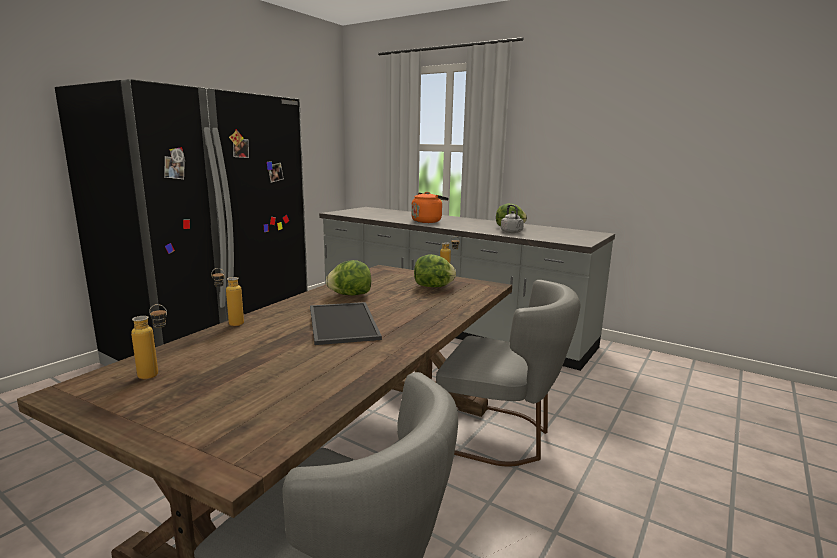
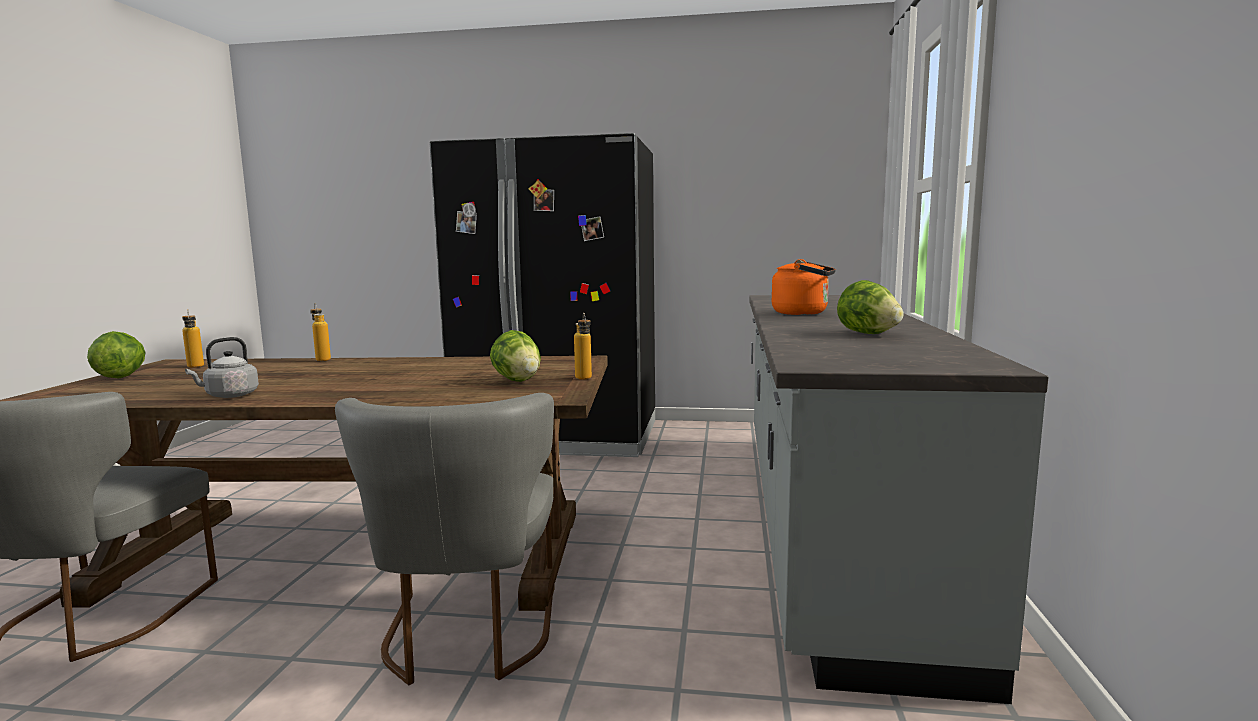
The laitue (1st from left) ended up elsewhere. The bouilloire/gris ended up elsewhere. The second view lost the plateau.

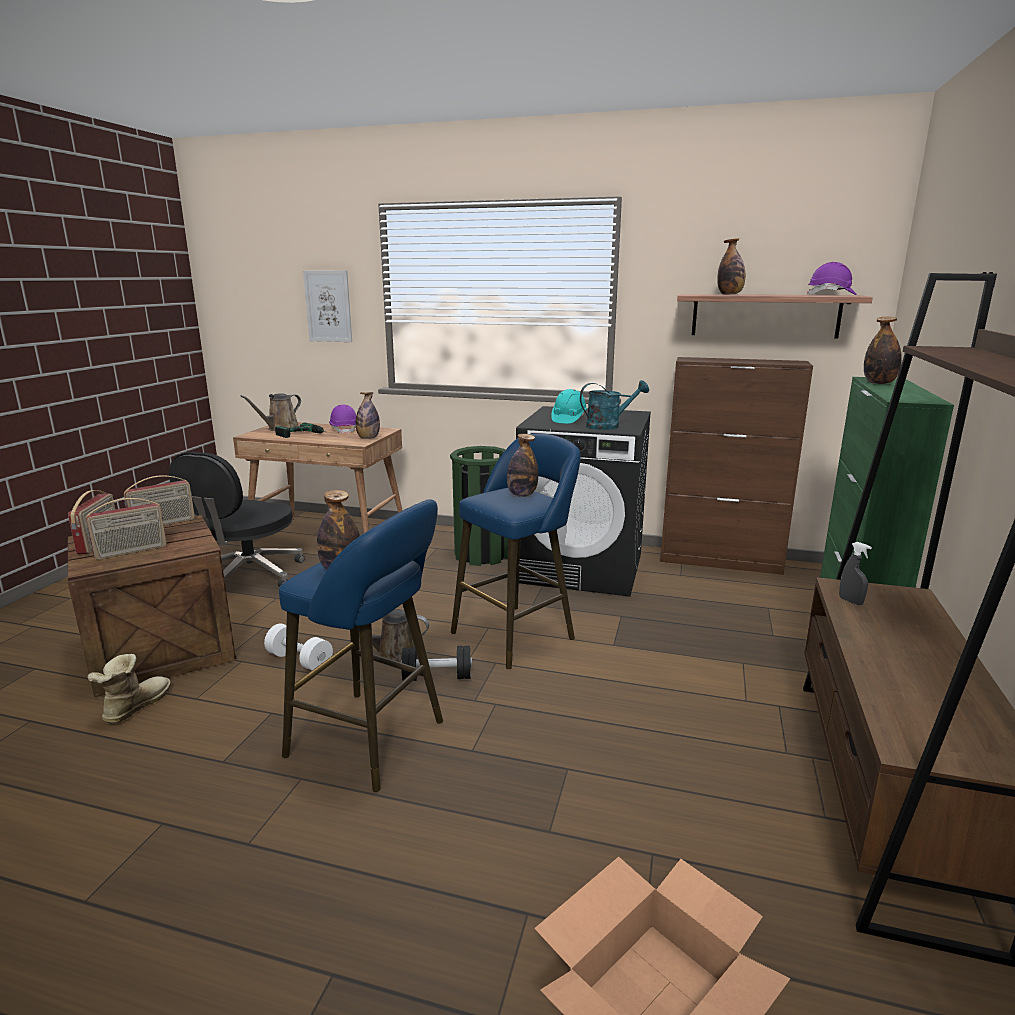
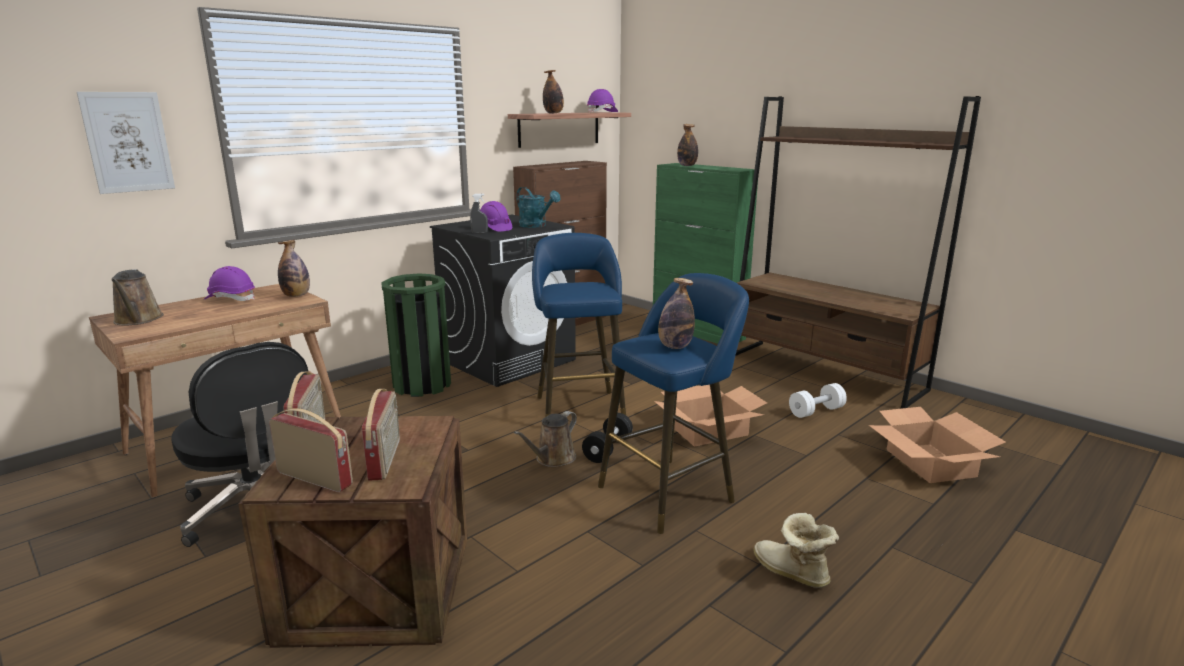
The vaporisateur/gris ended up elsewhere. What was the casque de chantier/turquoise turned into the casque de chantier/violet (2nd from left). The arrosoir/turquoise ended up facing another way, 120 degrees clockwise from before. The second view gained the carton (1st from left). The botte ended up elsewhere. The haltère/blanc ended up elsewhere. The second view lost the perceuse. The second view lost the bouteille (3rd from left).

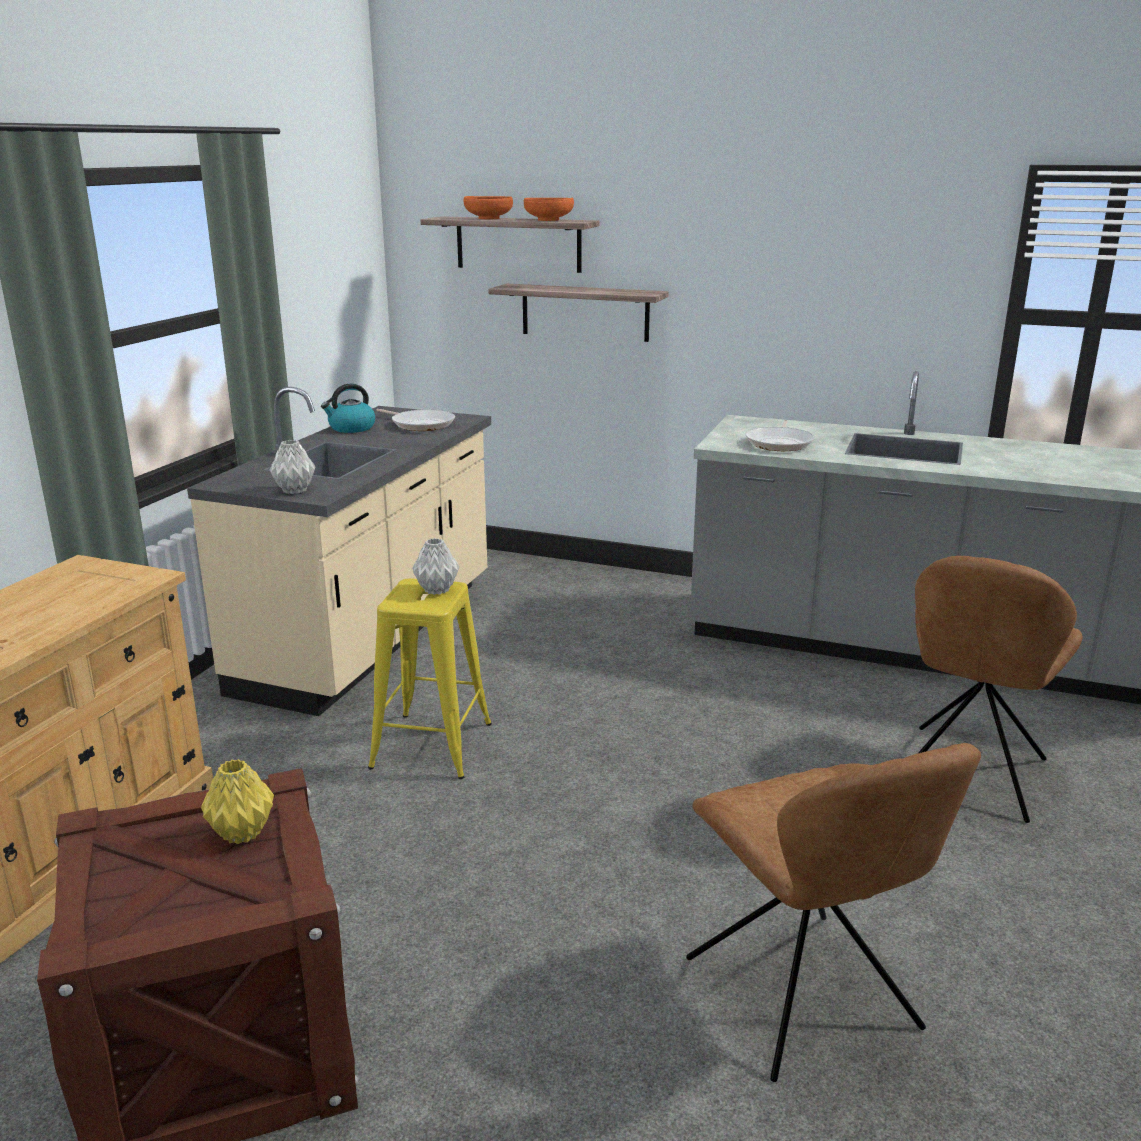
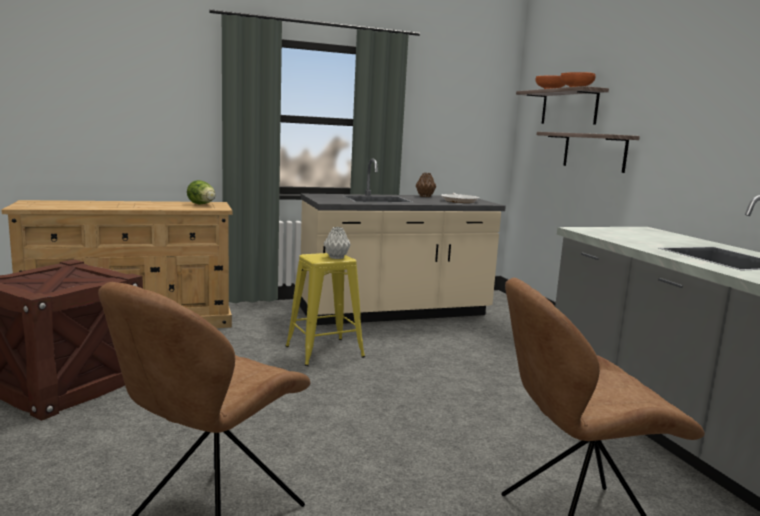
The second view gained the laitue. Where the bouilloire stood, the vase/marron came to stand. The second view lost the vase/jaune. The second view lost the vase/gris (1st from left). The second view lost the poêle (2nd from left).

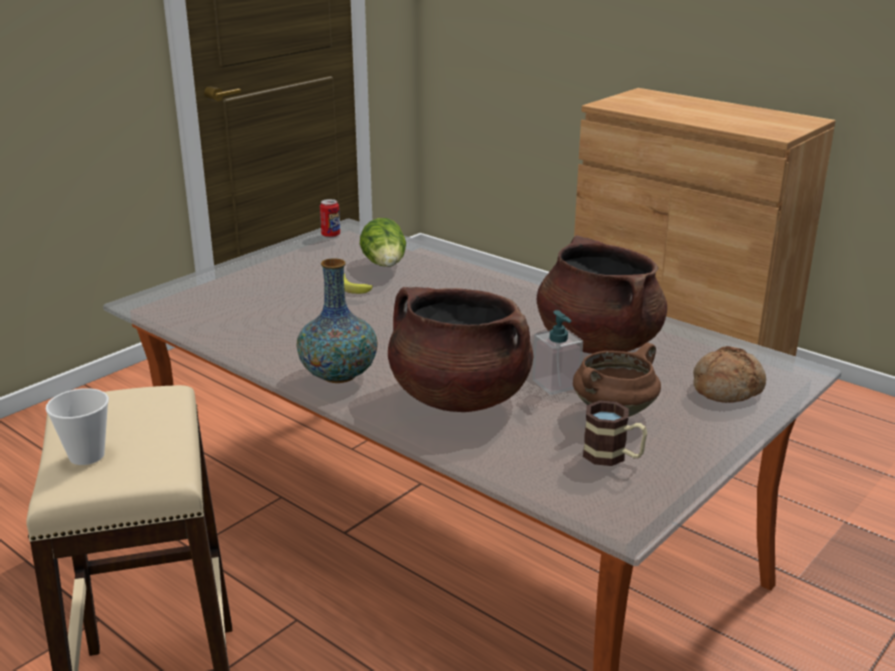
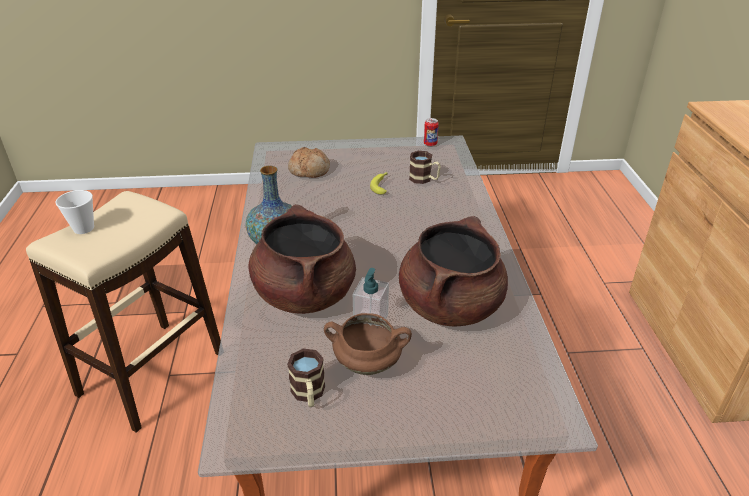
The pain ended up elsewhere. Where the laitue stood, the mug (2nd from left) came to stand.

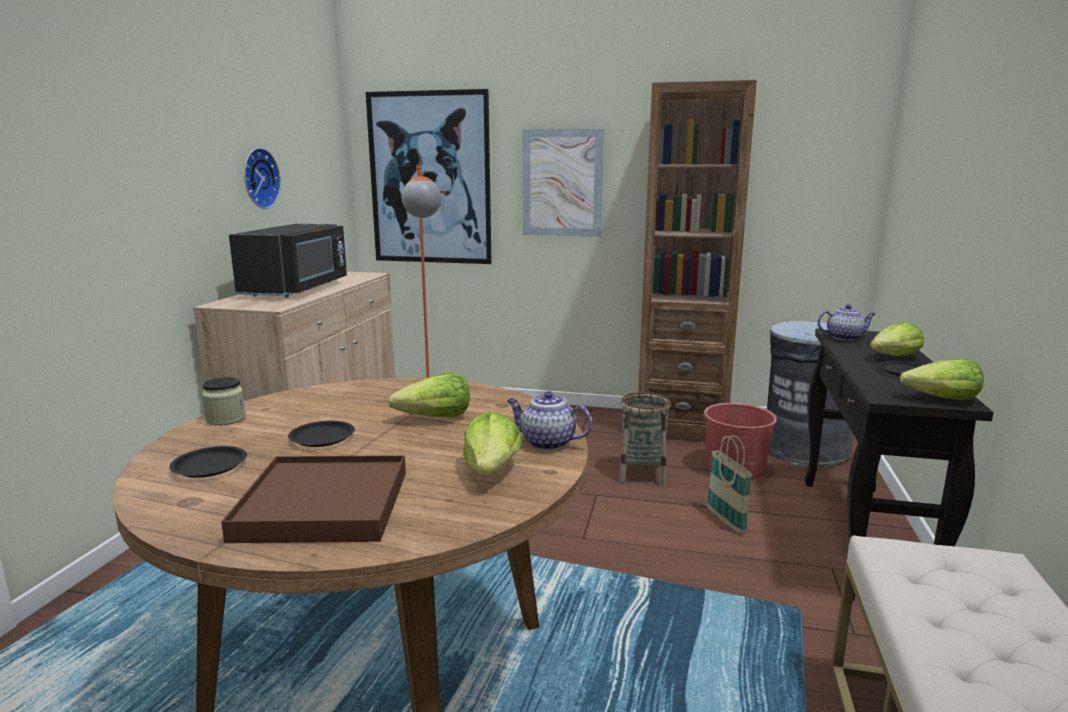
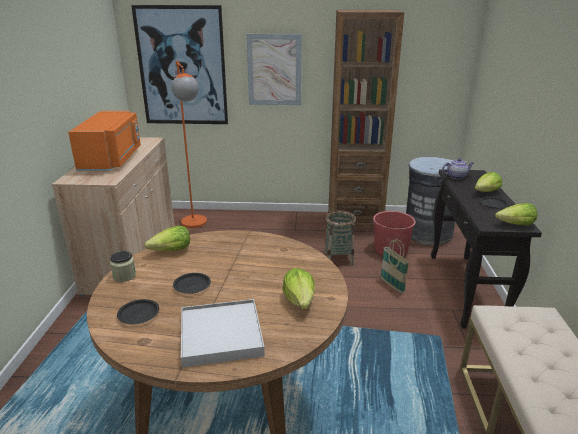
What was the micro-ondes/noir turned into the micro-ondes/orange. The laitue (1st from left) ended up elsewhere. What was the plateau/marron turned into the plateau/blanc. The second view lost the horloge murale. The second view lost the théière (1st from left).

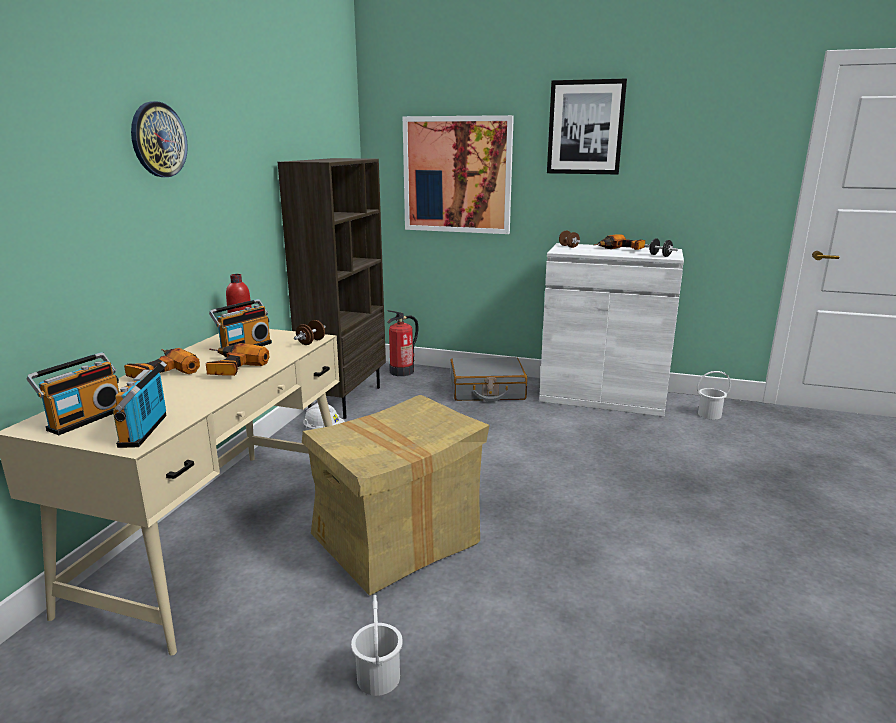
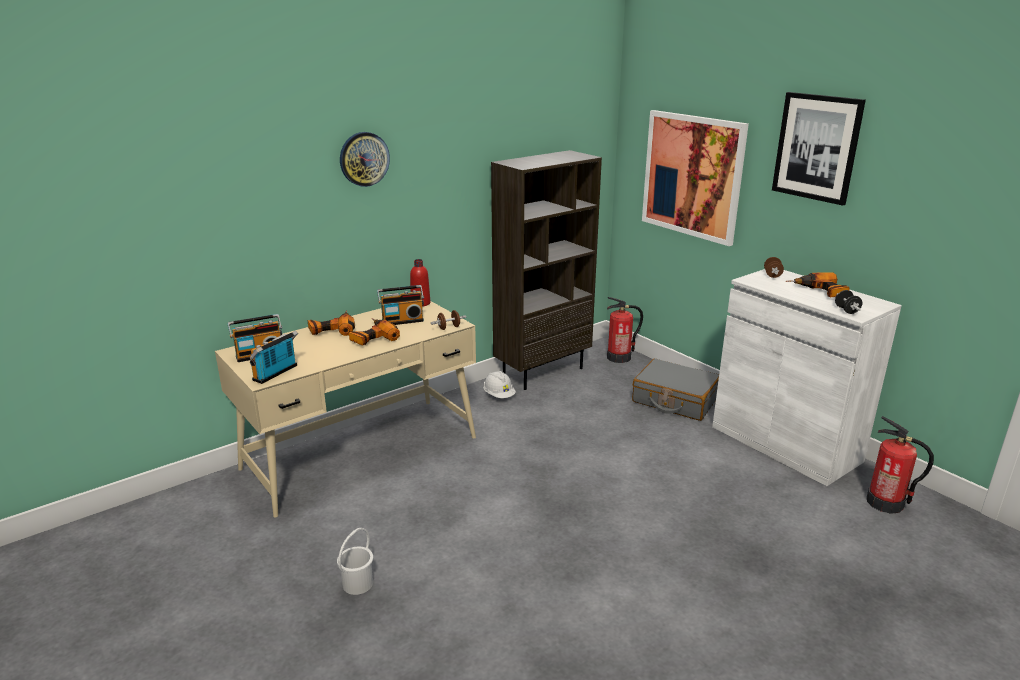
Where the seau/blanc (2nd from left) stood, the extincteur (2nd from left) came to stand. The second view lost the carton.

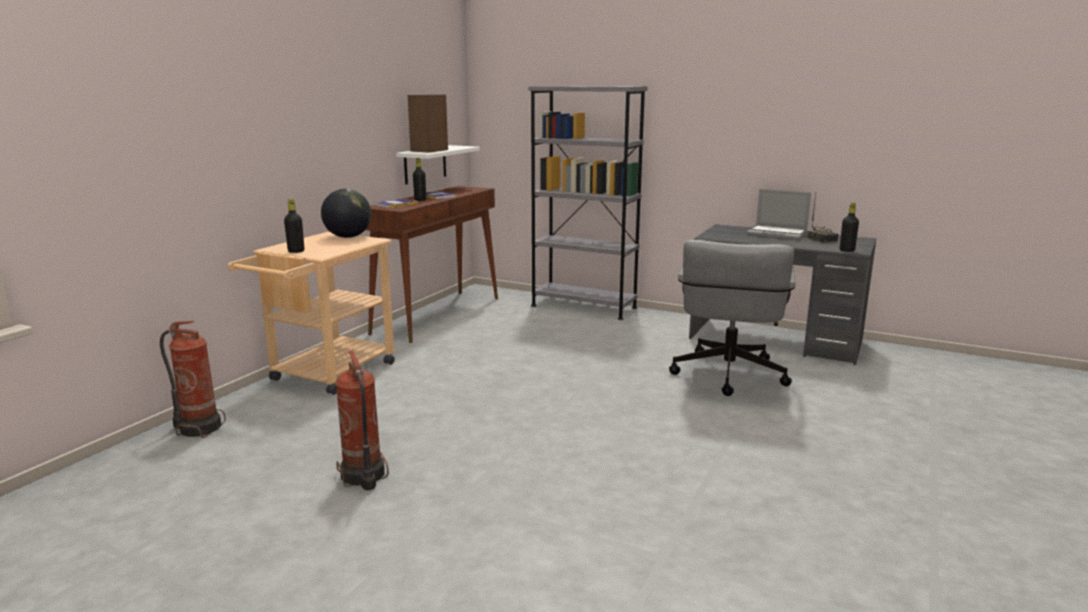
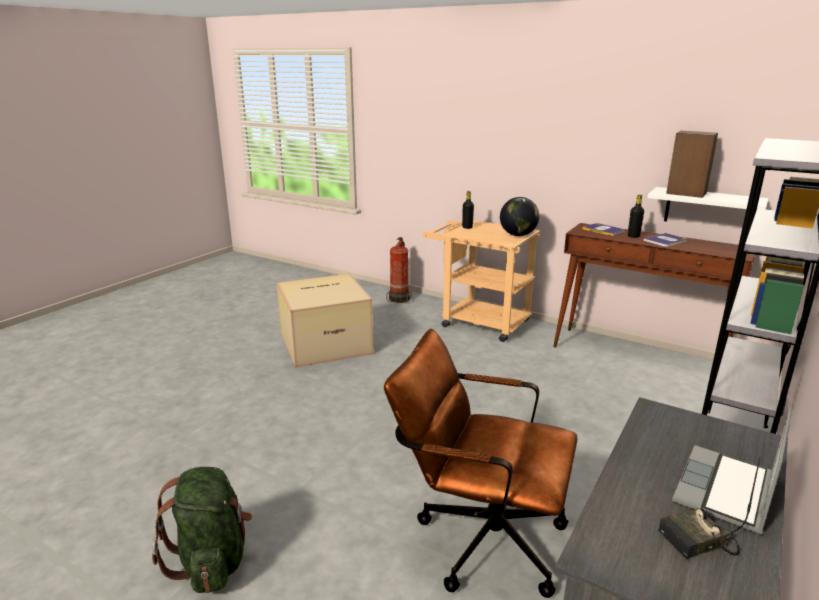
The second view gained the sac à dos/vert. Where the extincteur (2nd from left) stood, the carton came to stand. What was the chaise de bureau/gris turned into the chaise de bureau/marron. The second view lost the bouteille/noir (3rd from left).

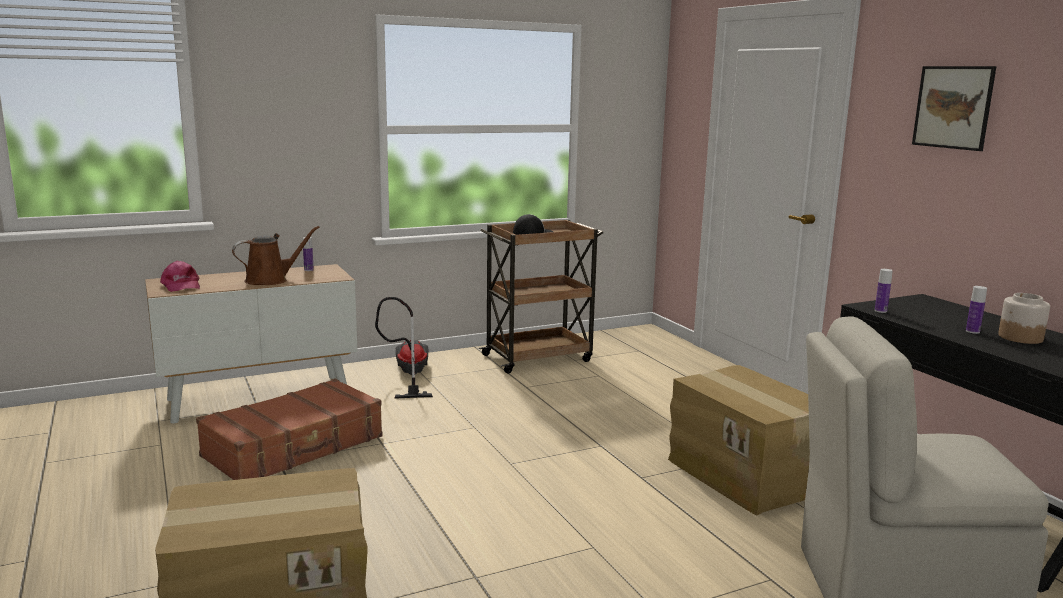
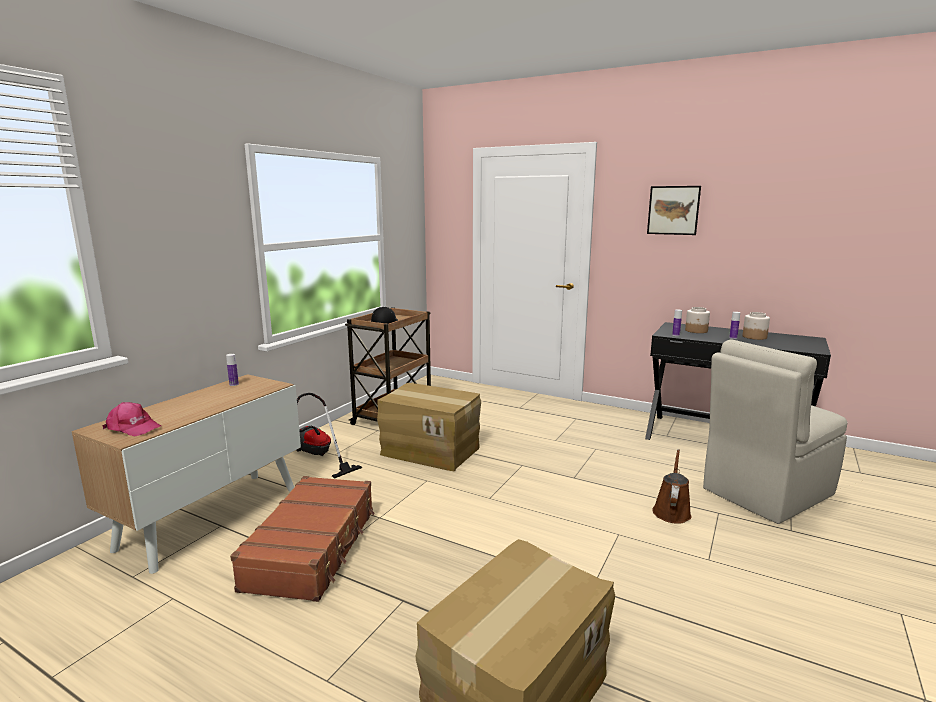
The carton (2nd from left in the first image) ended up elsewhere. The arrosoir/marron ended up elsewhere. The second view gained the bocal (1st from left).

